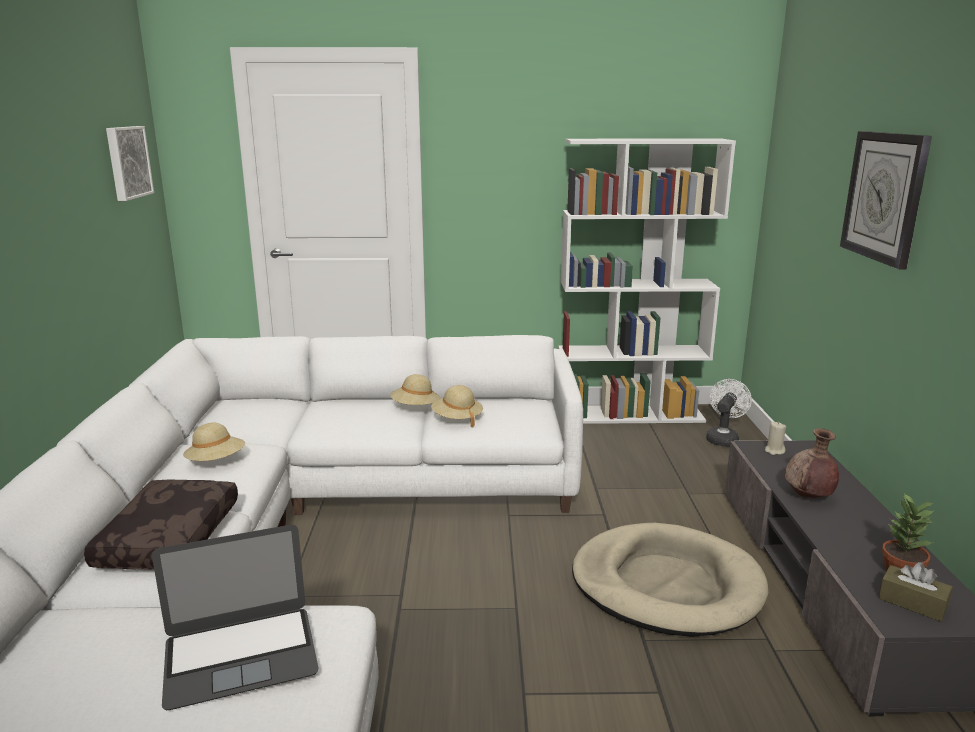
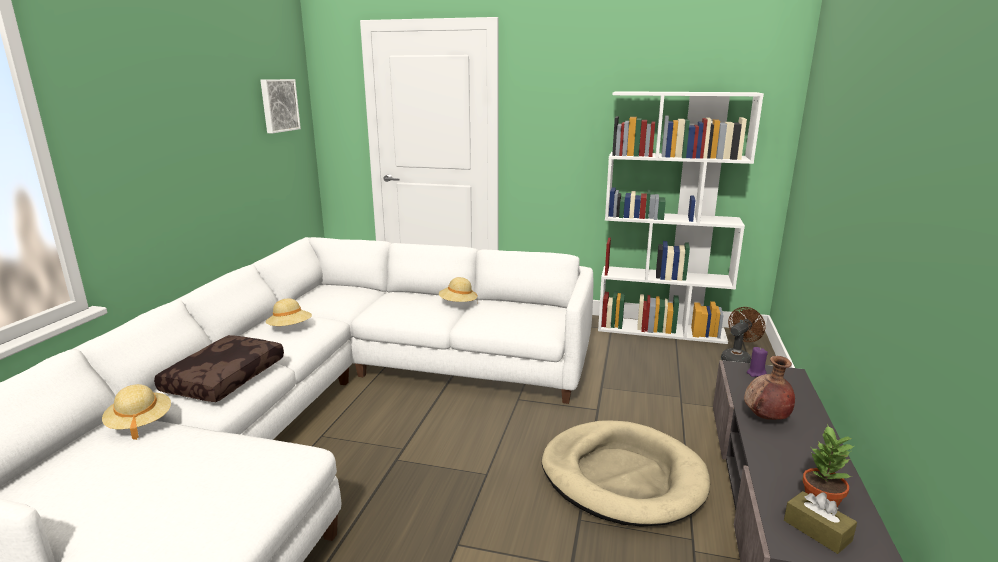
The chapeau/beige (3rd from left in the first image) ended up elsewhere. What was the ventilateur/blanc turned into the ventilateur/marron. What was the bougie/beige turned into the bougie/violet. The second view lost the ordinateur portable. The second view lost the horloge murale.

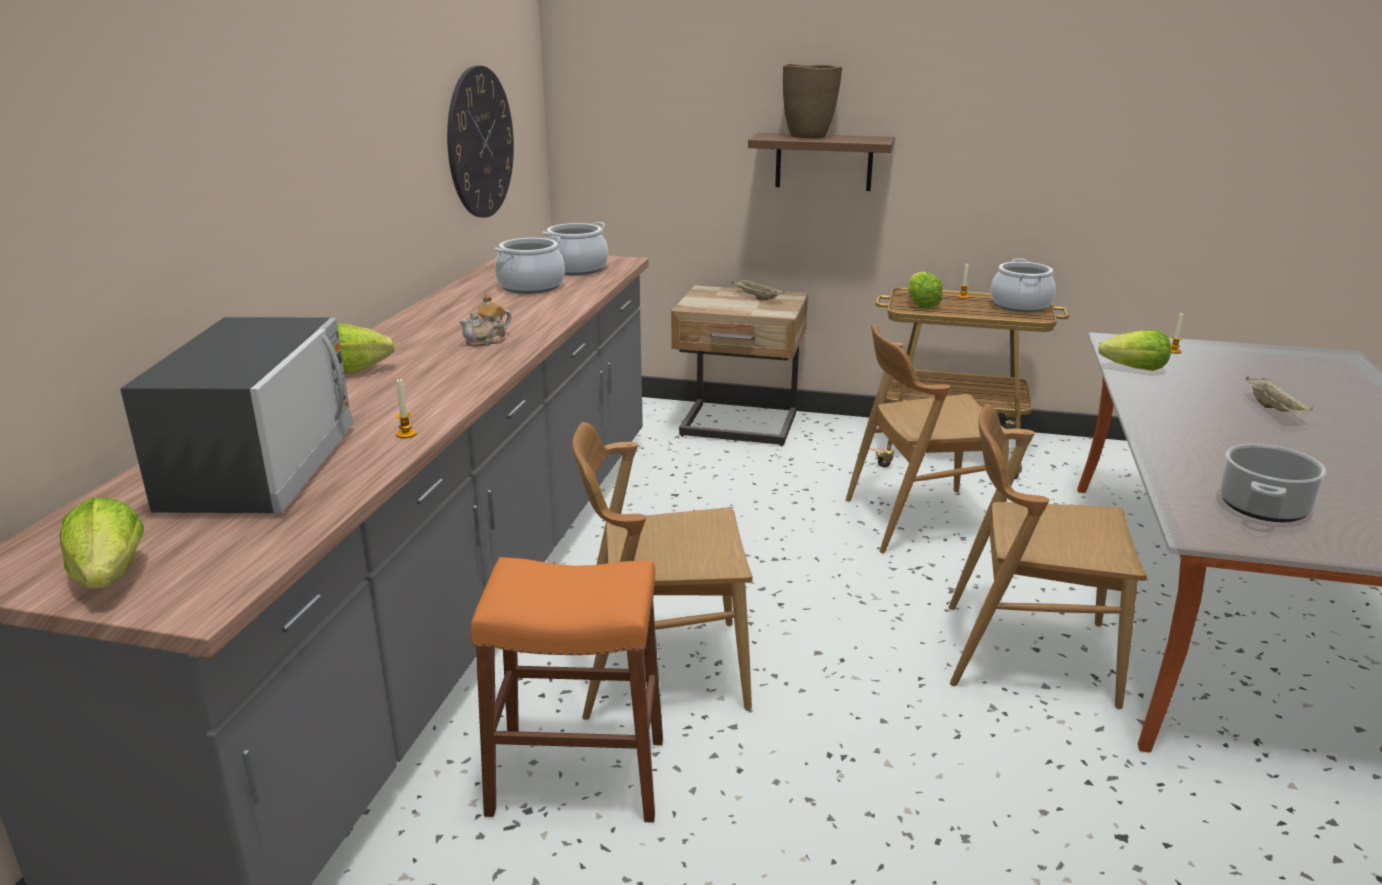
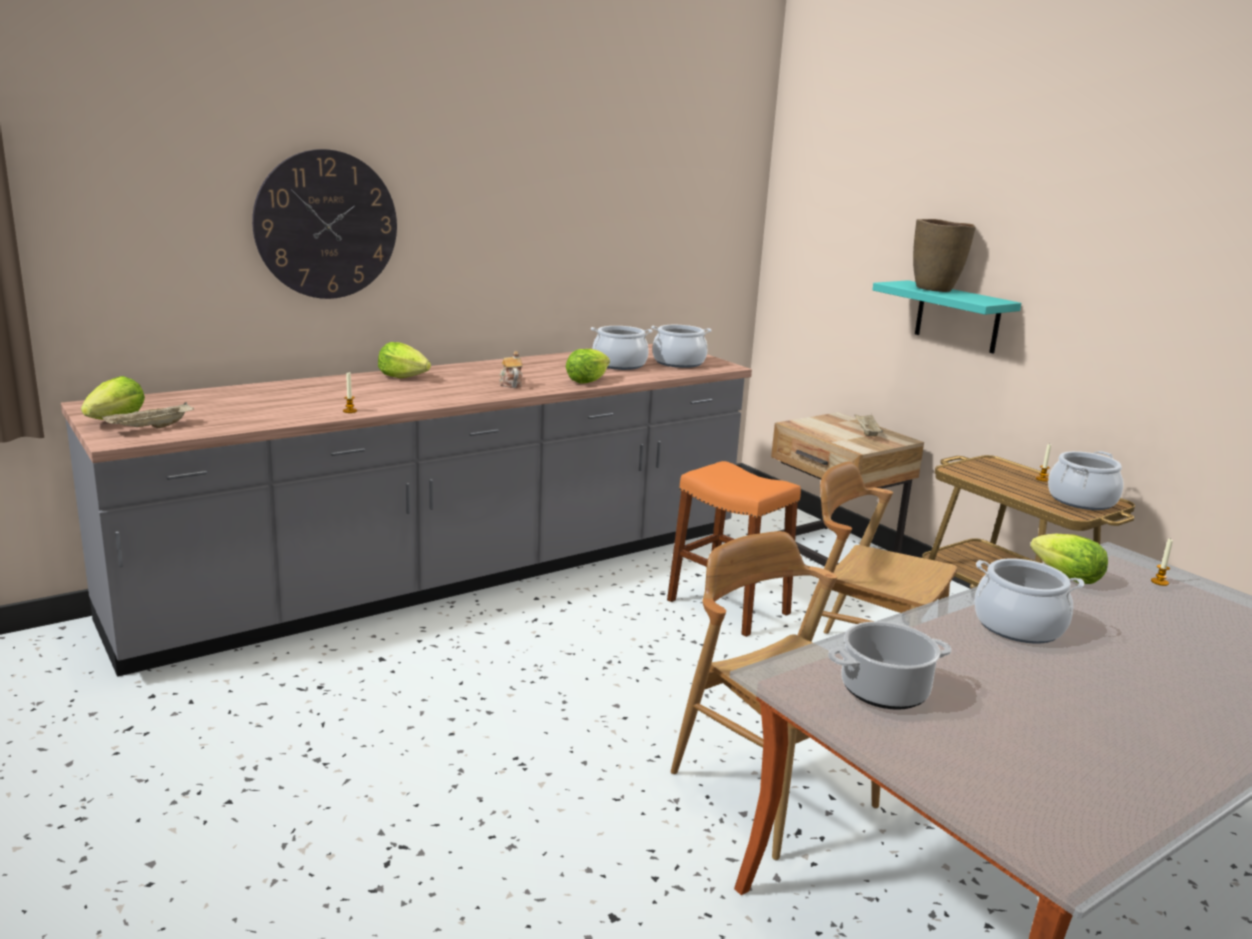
The plateau/beige (2nd from left in the first image) ended up elsewhere. The horloge murale ended up elsewhere. The théière ended up facing another way, 75 degrees clockwise from before. The laitue (3rd from left) ended up elsewhere. The tabouret/orange ended up elsewhere. What was the étagère/marron turned into the étagère/turquoise. The second view gained the marmite (4th from left). The second view lost the micro-ondes. The second view lost the chaise/marron (1st from left).

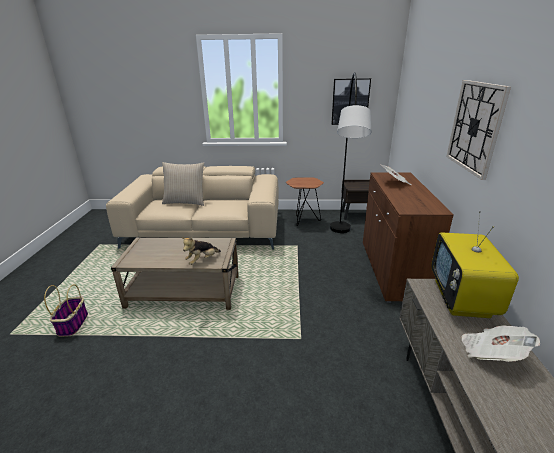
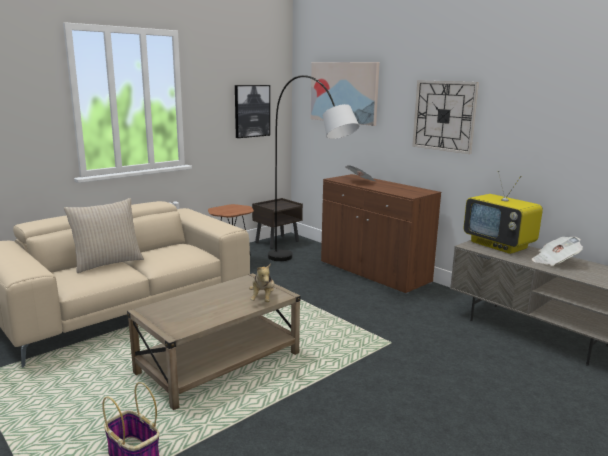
The second view gained the tableau (2nd from left).

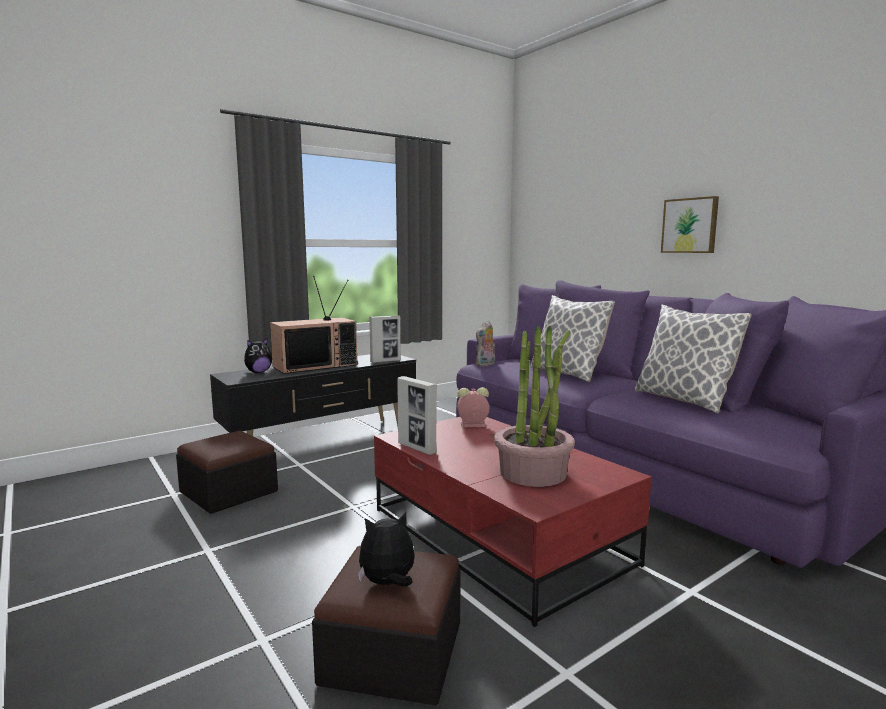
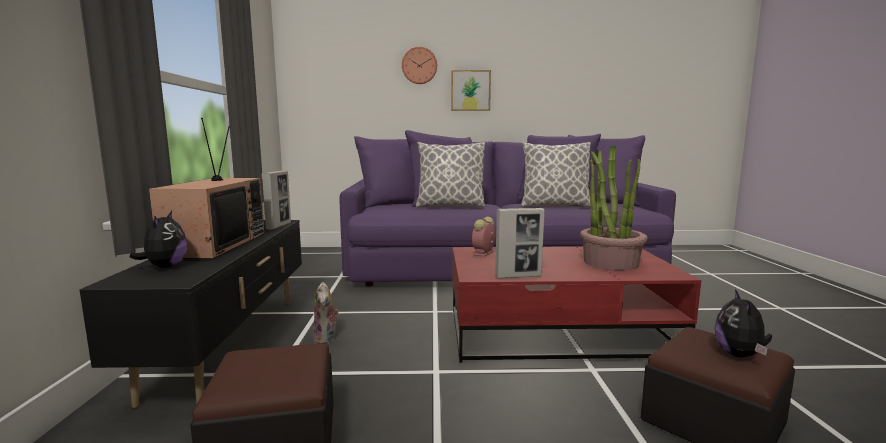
The peluche (3rd from left in the first image) ended up elsewhere. The second view gained the horloge murale.

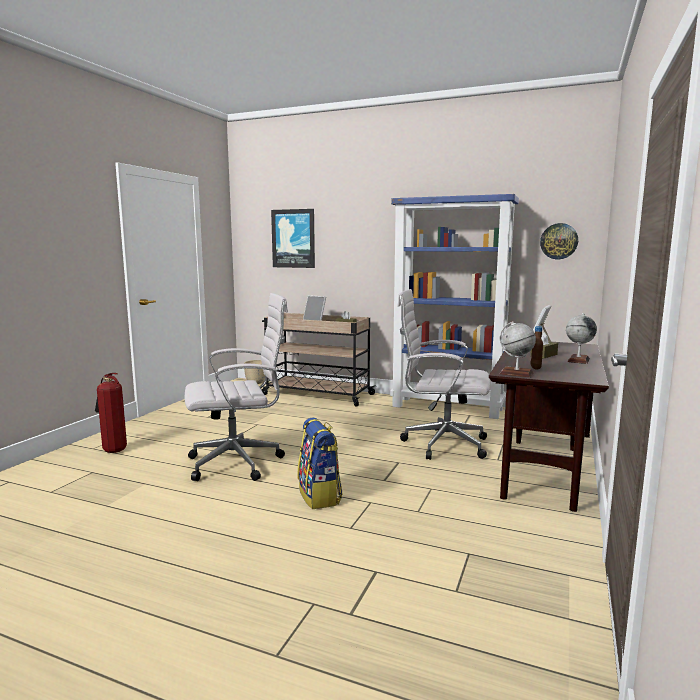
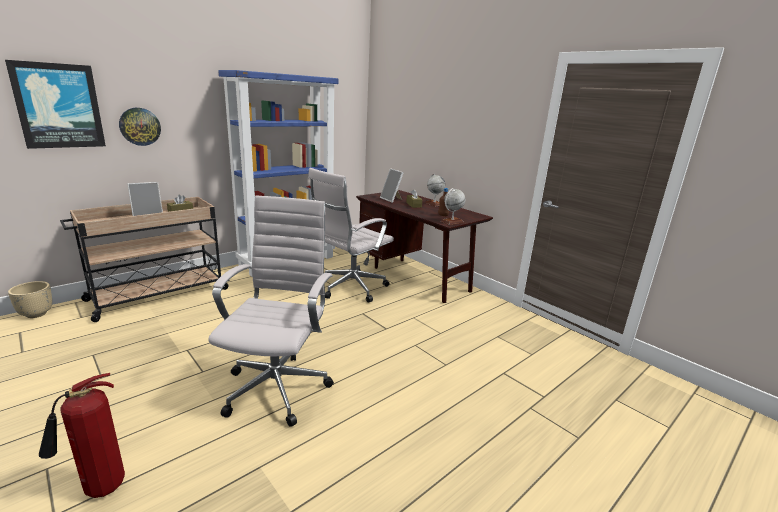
The horloge murale ended up elsewhere. The second view lost the sac à dos.

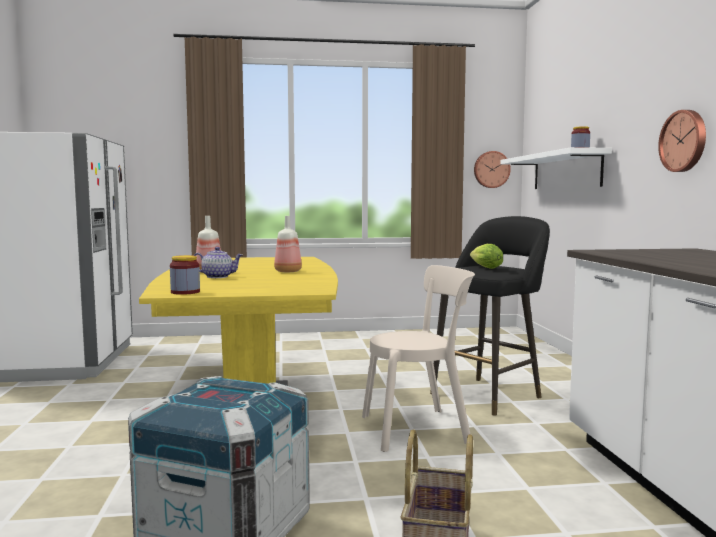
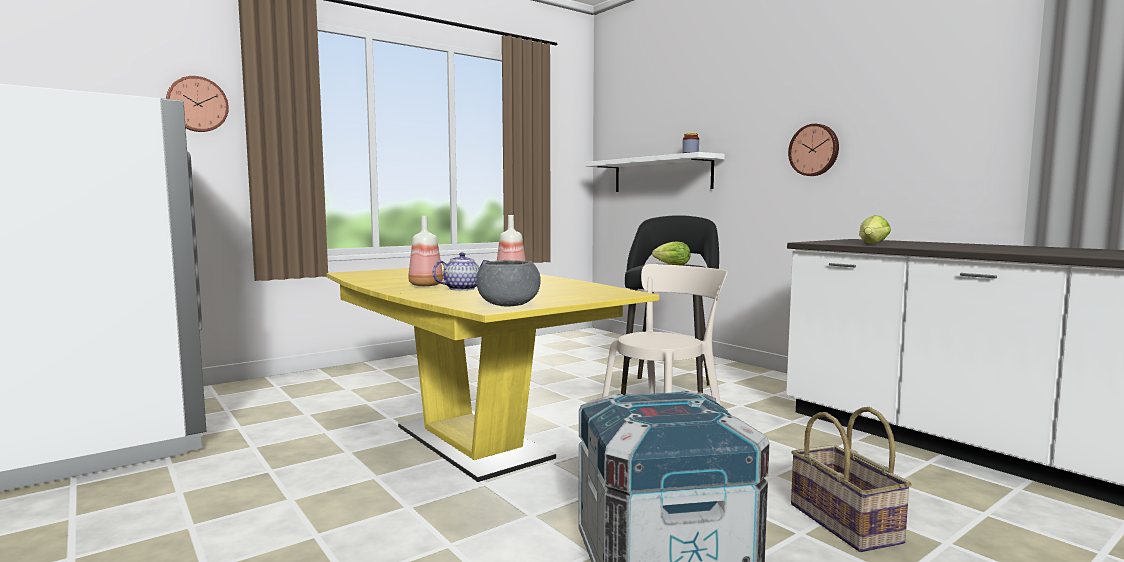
The horloge murale (1st from left) ended up elsewhere. Where the bocal (1st from left) stood, the bol/gris came to stand. The second view gained the laitue (2nd from left).

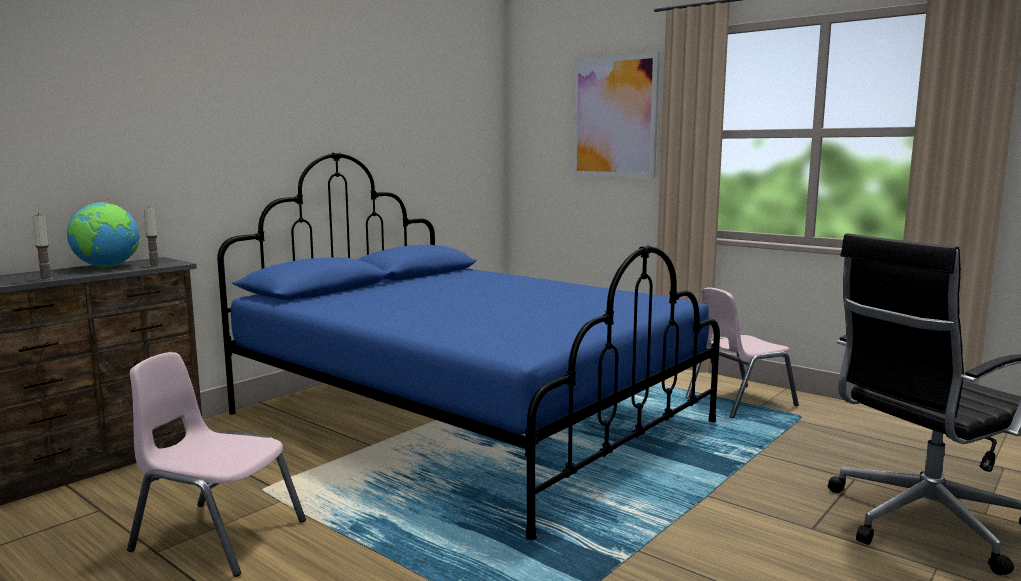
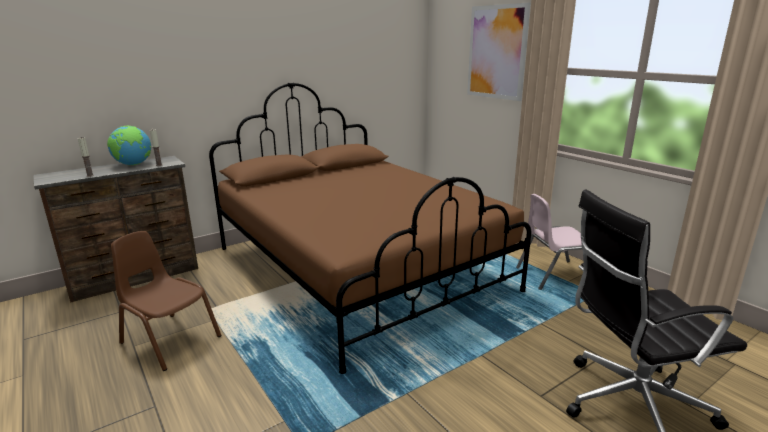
What was the chaise/rose (1st from left) turned into the chaise/marron. What was the lit/bleu turned into the lit/marron.

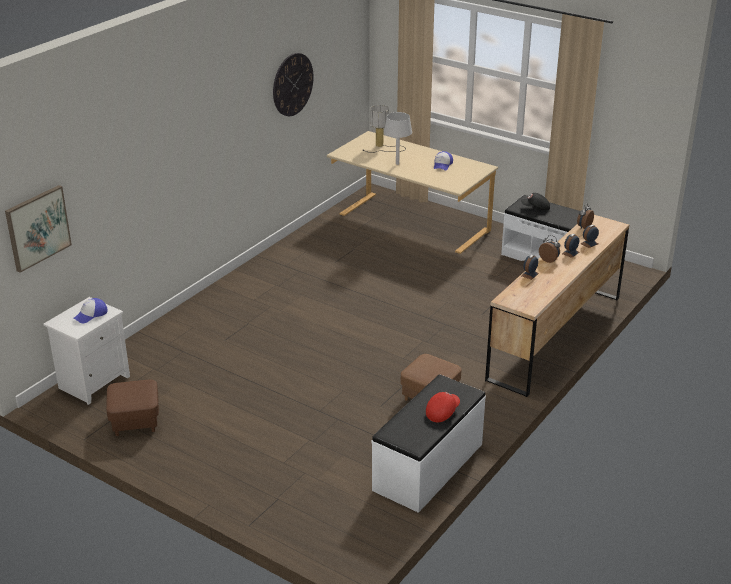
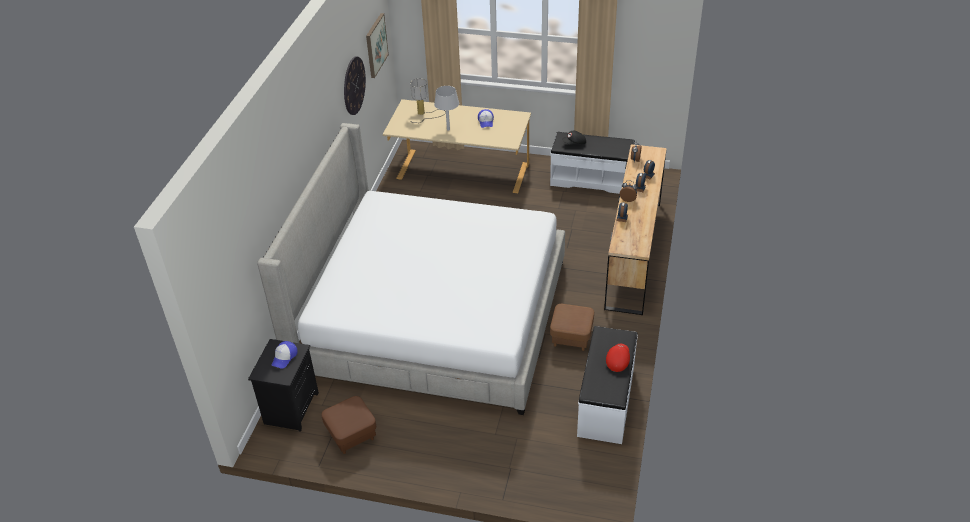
What was the table de chevet/blanc turned into the table de chevet/noir. The second view gained the lit. The tableau ended up elsewhere.

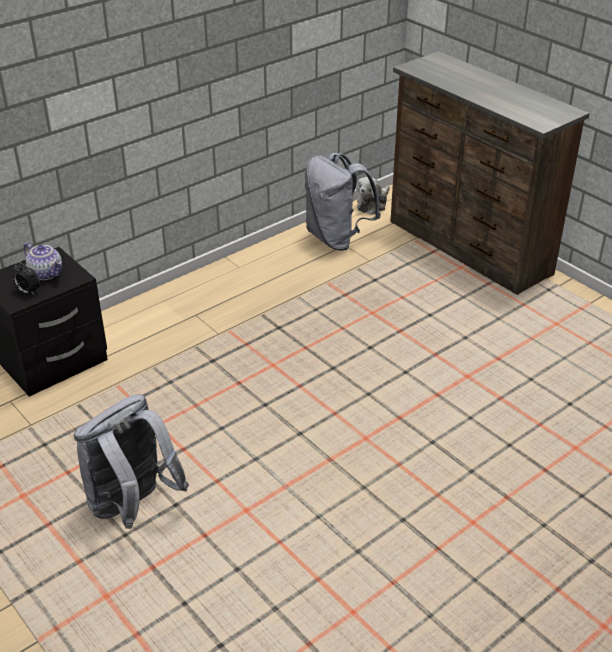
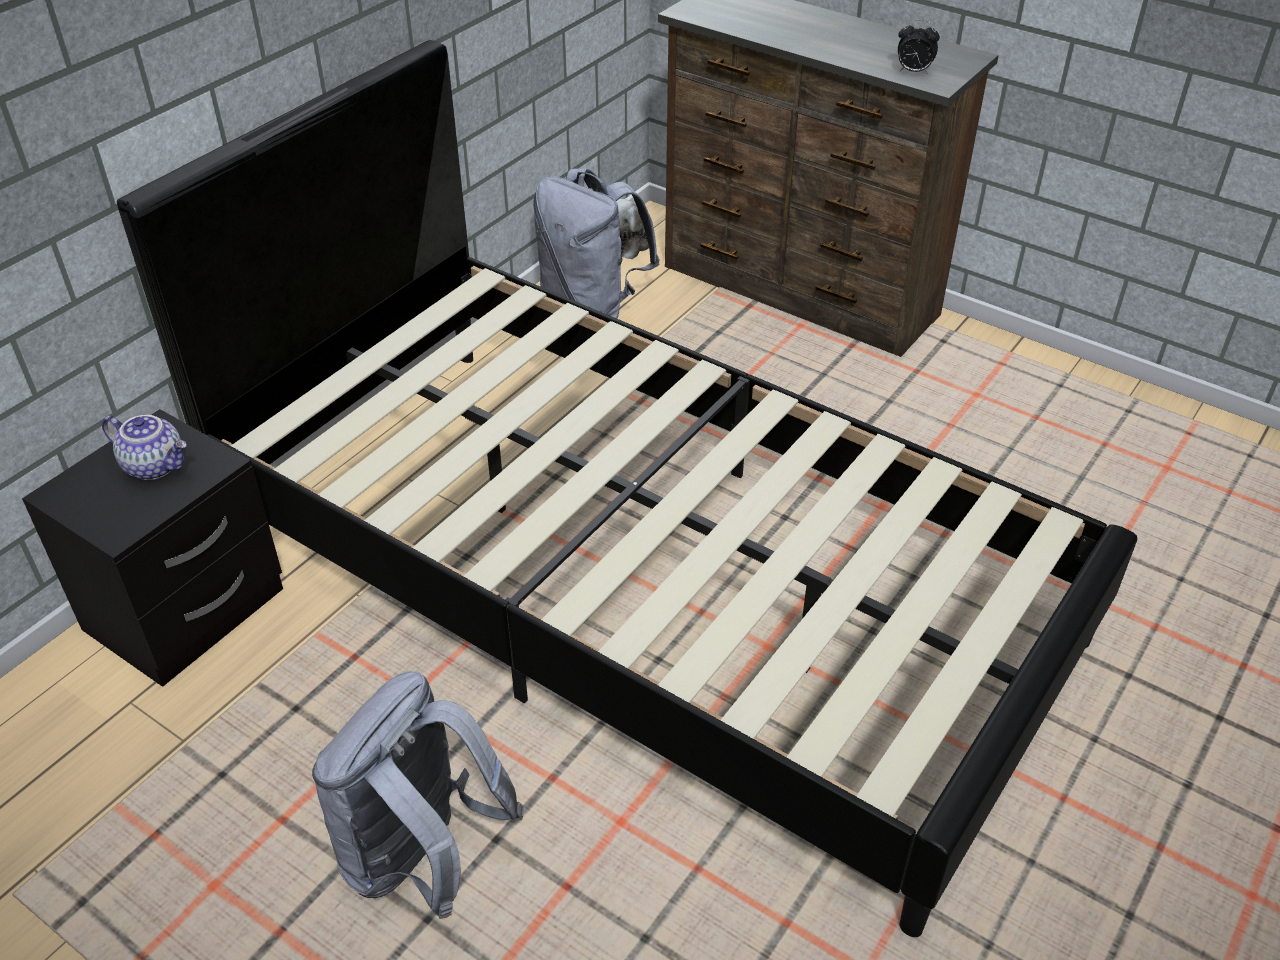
The second view gained the lit/noir. The réveil ended up elsewhere.

